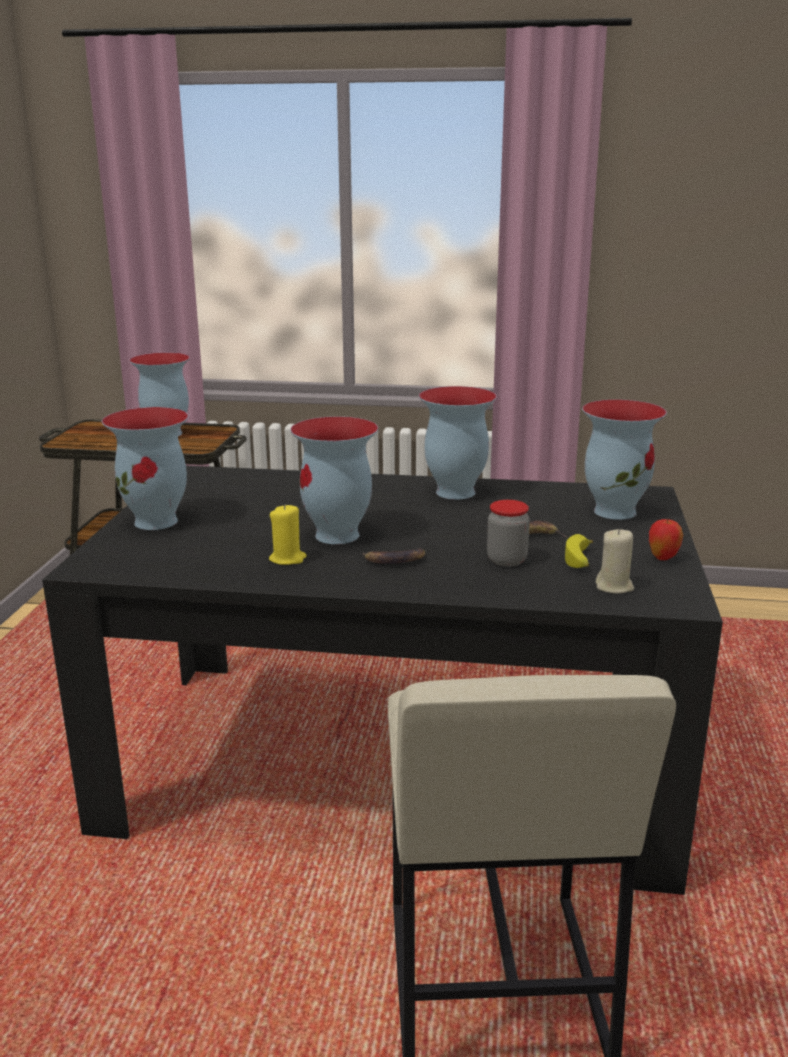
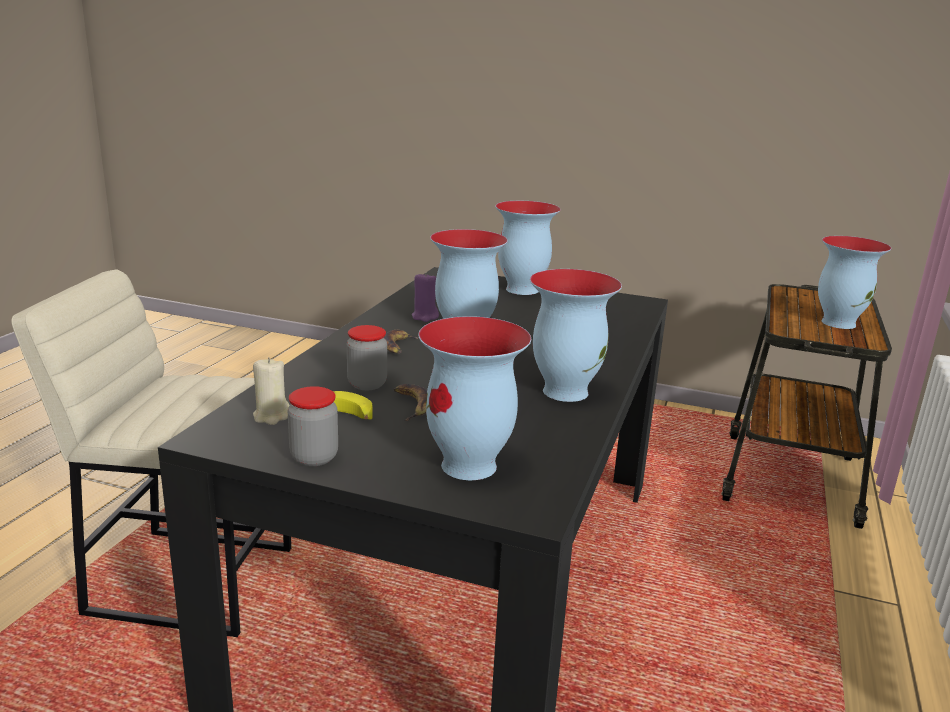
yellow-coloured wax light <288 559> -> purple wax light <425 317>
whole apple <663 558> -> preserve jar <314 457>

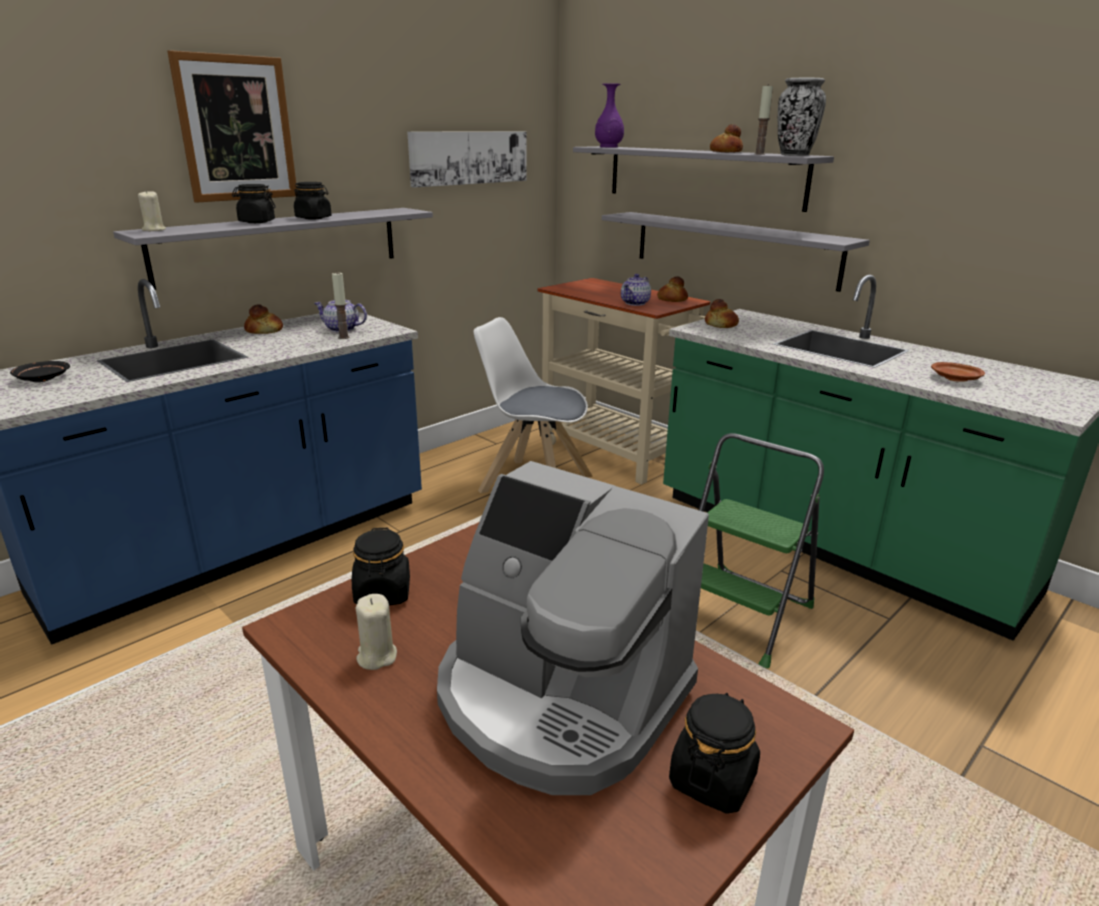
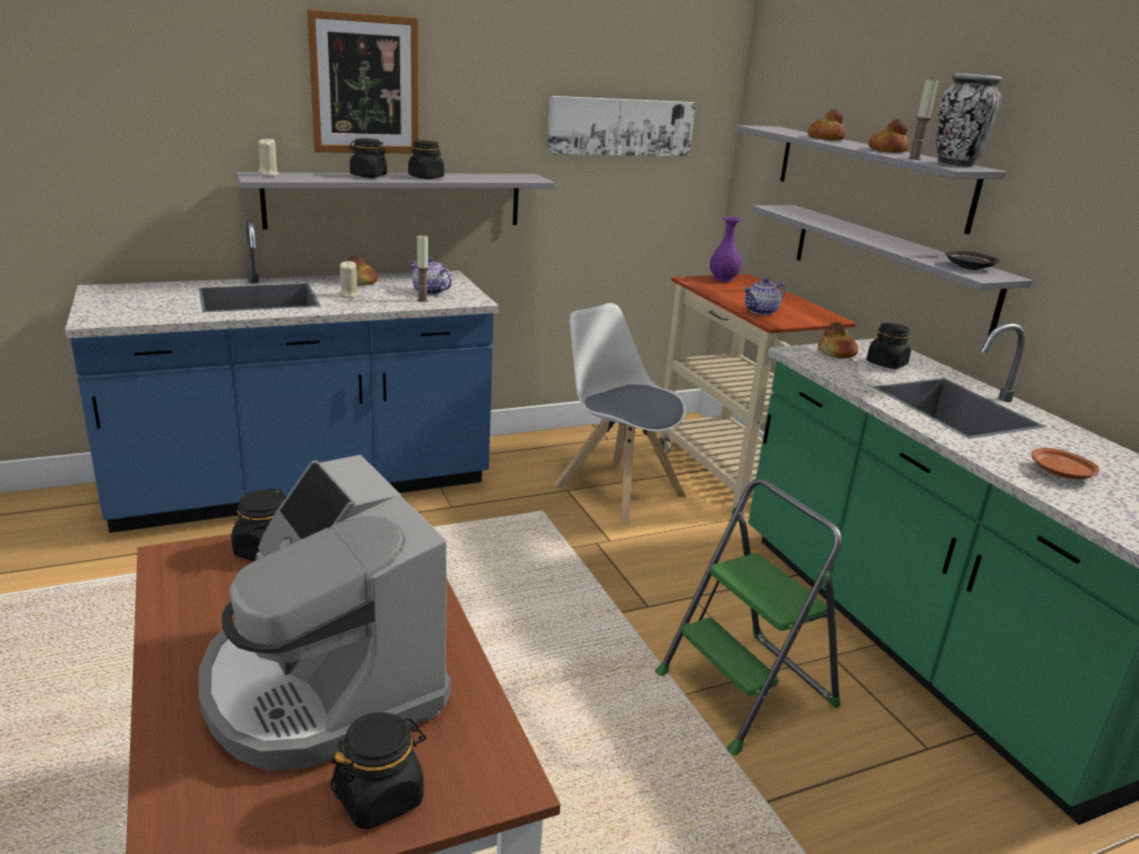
black-coloured dinner plate <42 379> -> black-coloured dinner plate <968 267>, shifted
sand-coloured wax light <376 656> -> sand-coloured wax light <348 295>, shifted
purple vase <608 147> -> purple vase <722 279>, shifted
bread <671 299> -> bread <825 138>, shifted
none -> black-coloured preserve jar <886 364>

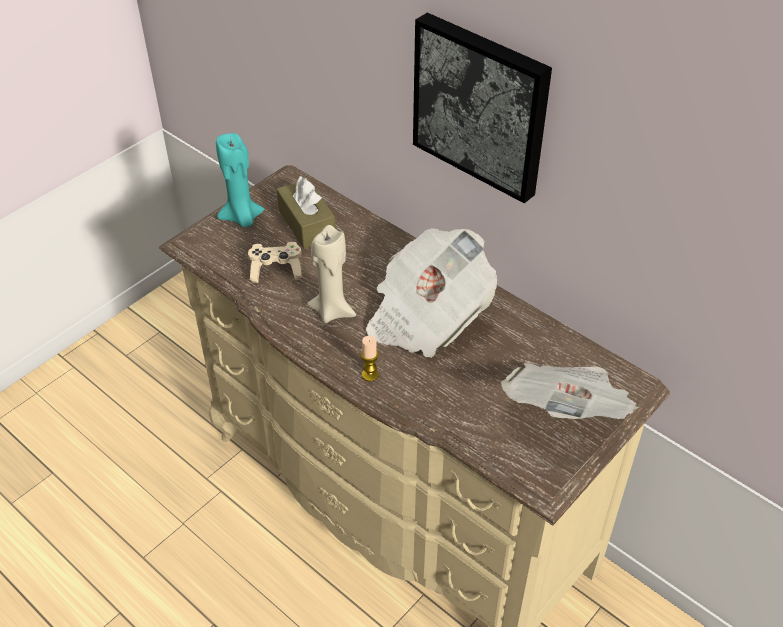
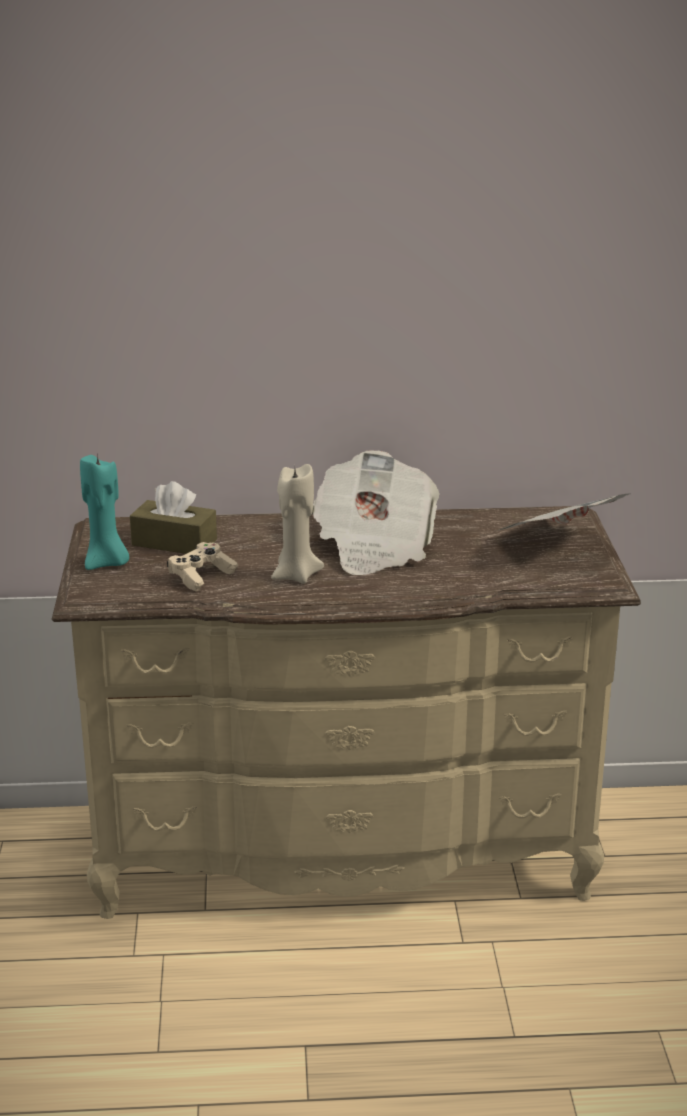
wax light <370 374> -> none
wall picture <482 105> -> none

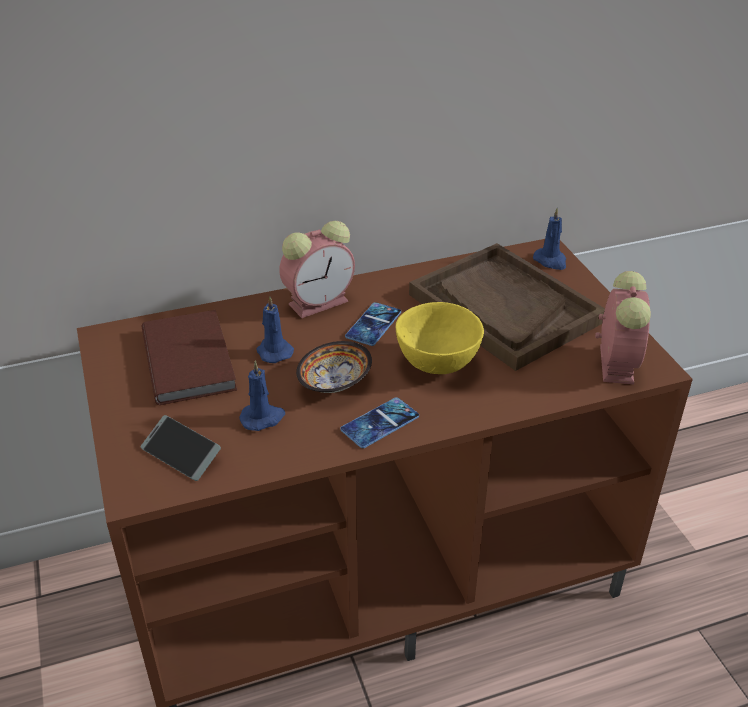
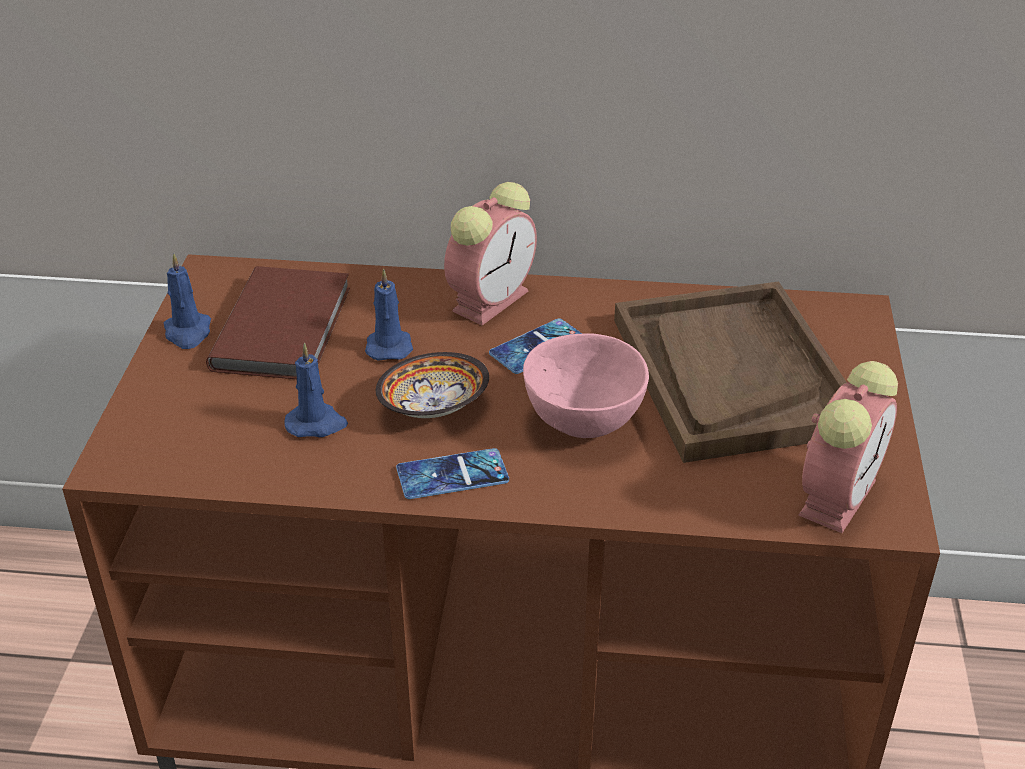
handset <181 454> -> none
bedside clock <320 301> -> bedside clock <492 299>, 45 degrees counterclockwise
yellow-coloured deep dish <438 365> -> pink deep dish <584 423>
blue wax light <550 261> -> blue wax light <188 332>, shifted

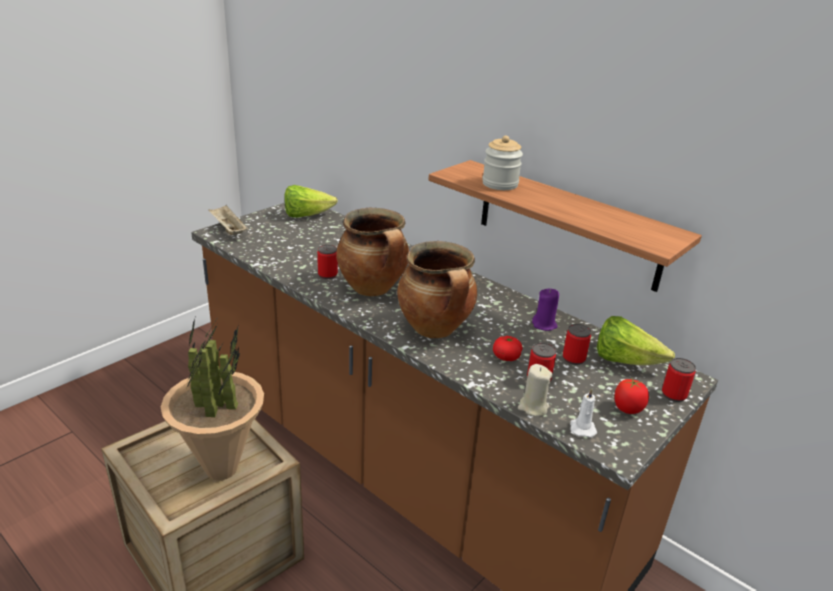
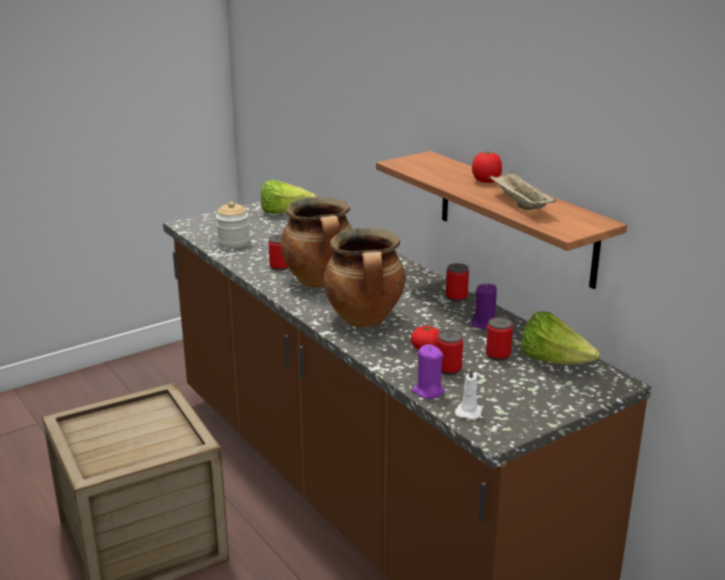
potted plant <221 469> -> none
sand-coloured serving tray <228 229> -> sand-coloured serving tray <519 204>, shifted
preserve jar <500 184> -> preserve jar <233 242>, shifted
sand-coloured wax light <533 407> -> purple wax light <428 391>
fresh tomato <628 409> -> fresh tomato <486 181>, shifted
can <673 395> -> can <456 297>, shifted

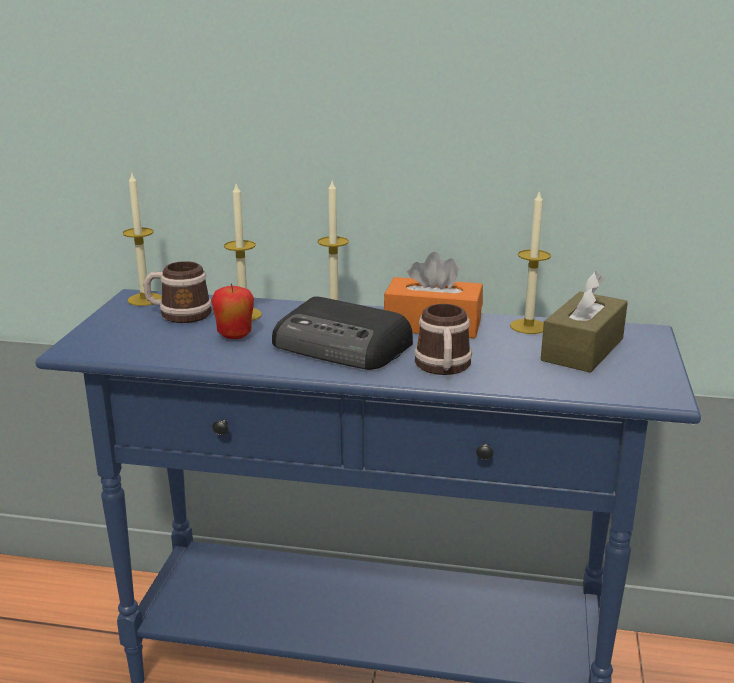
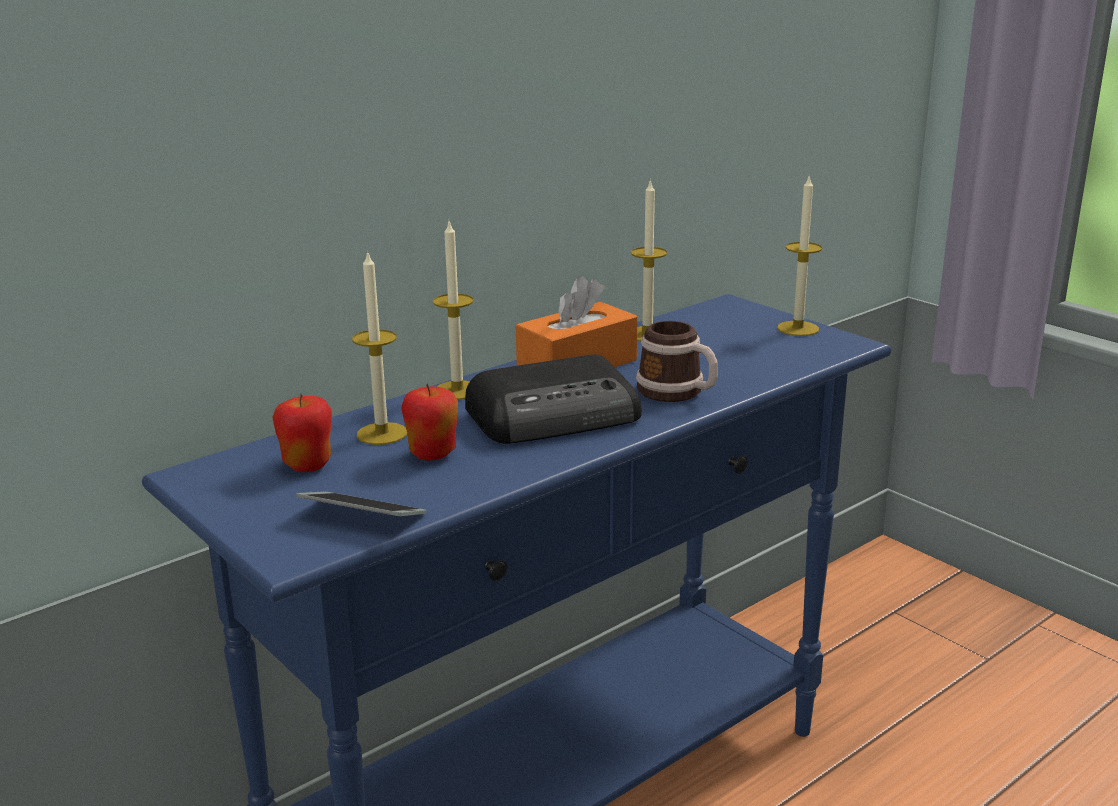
wax light <145 299> -> wax light <798 328>, shifted
tea mug <178 314> -> whole apple <307 465>
brown-coloured tissue holder <582 349> -> none
none -> handset <362 516>

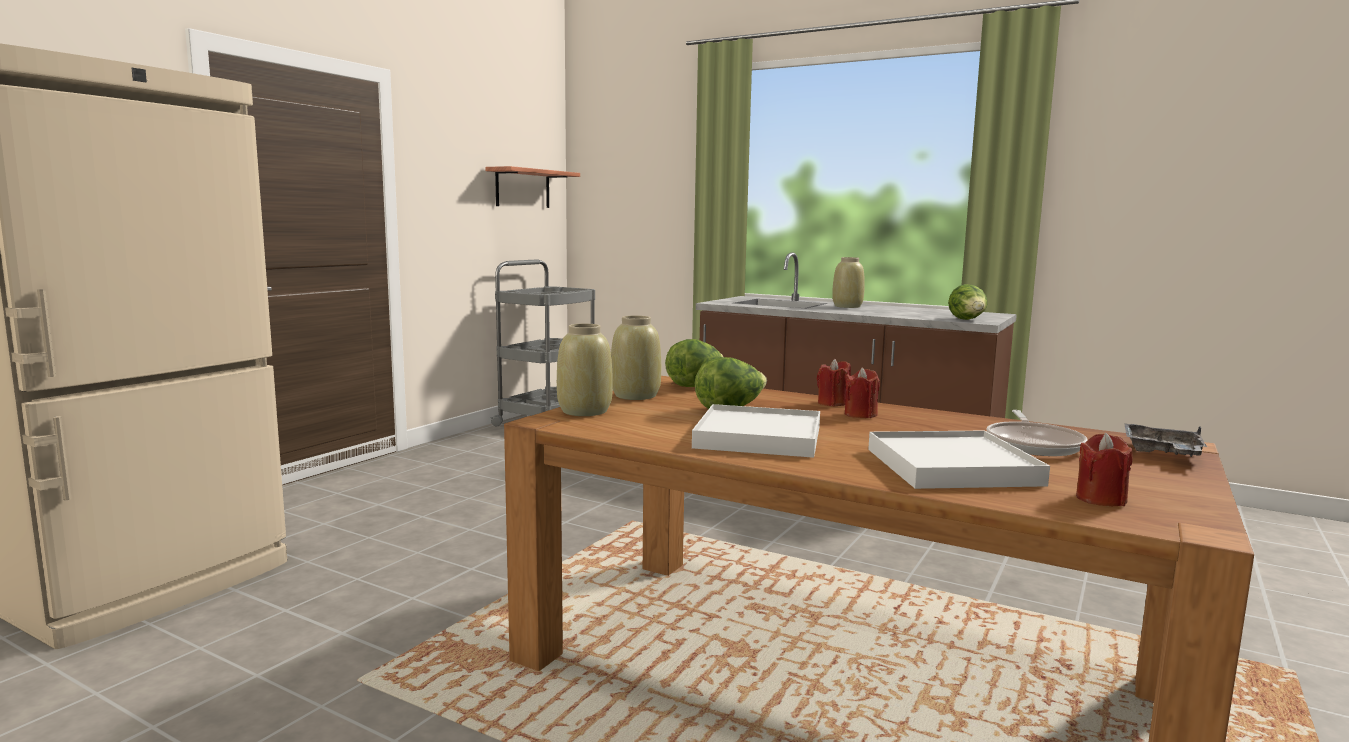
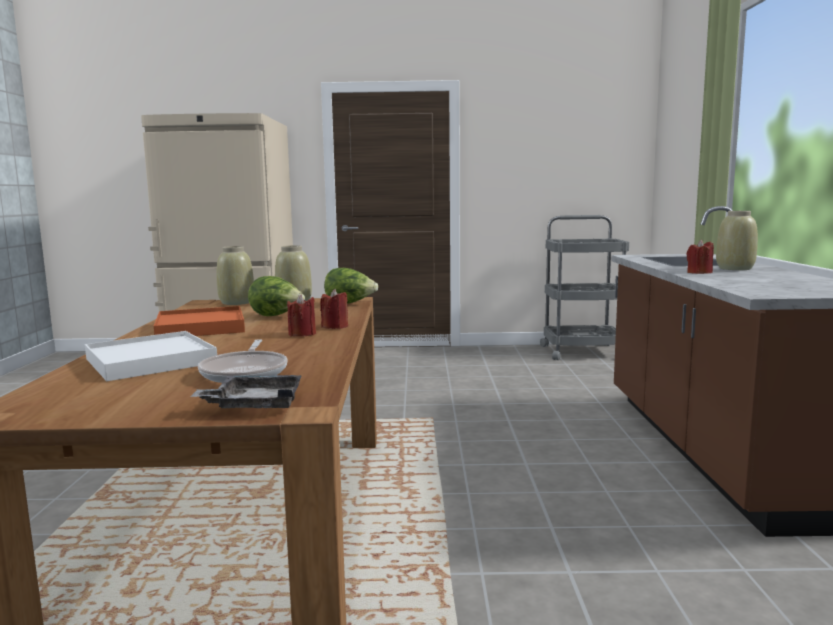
bracket shelf <523 188> -> none
white-coloured serving tray <758 437> -> orange serving tray <200 327>
head of lettuce <967 320> -> none
skillet <1033 445> -> skillet <246 372>, 75 degrees counterclockwise
red-coloured wax light <1100 499> -> red-coloured wax light <699 273>, shifted

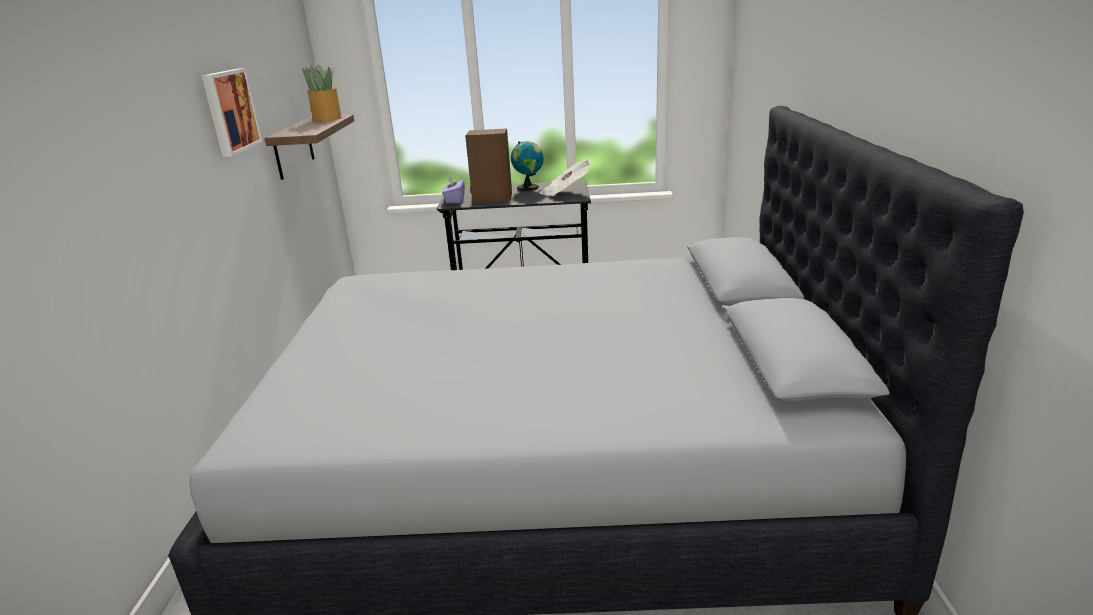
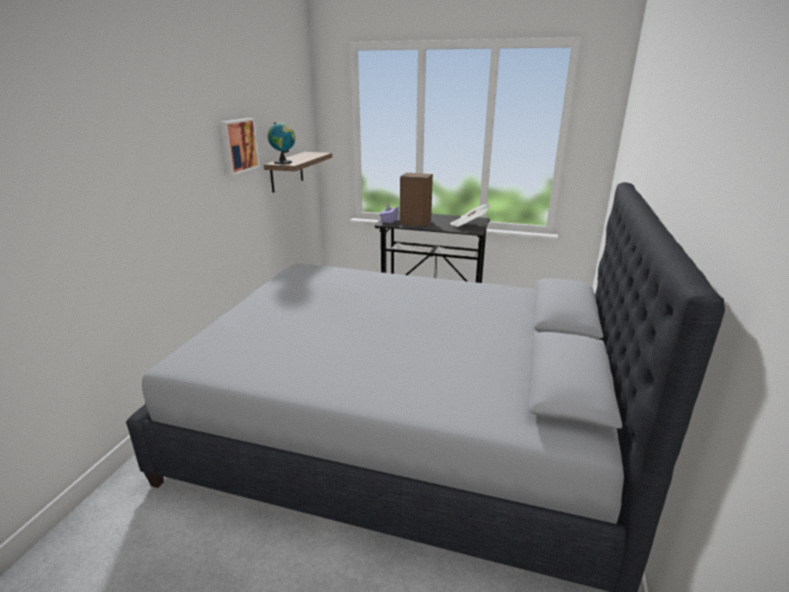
potted plant <327 119> -> none
desk globe <529 187> -> desk globe <284 162>, shifted

